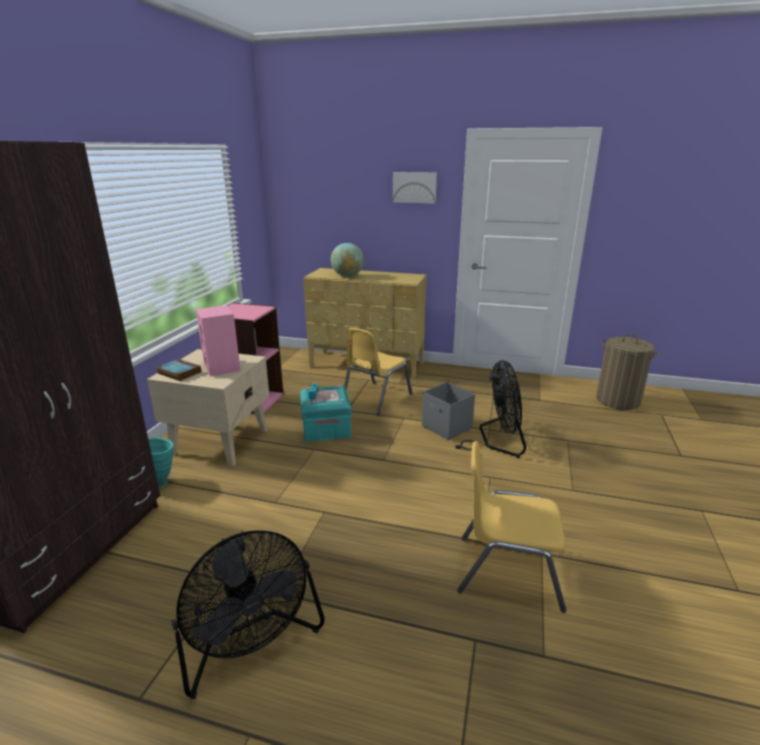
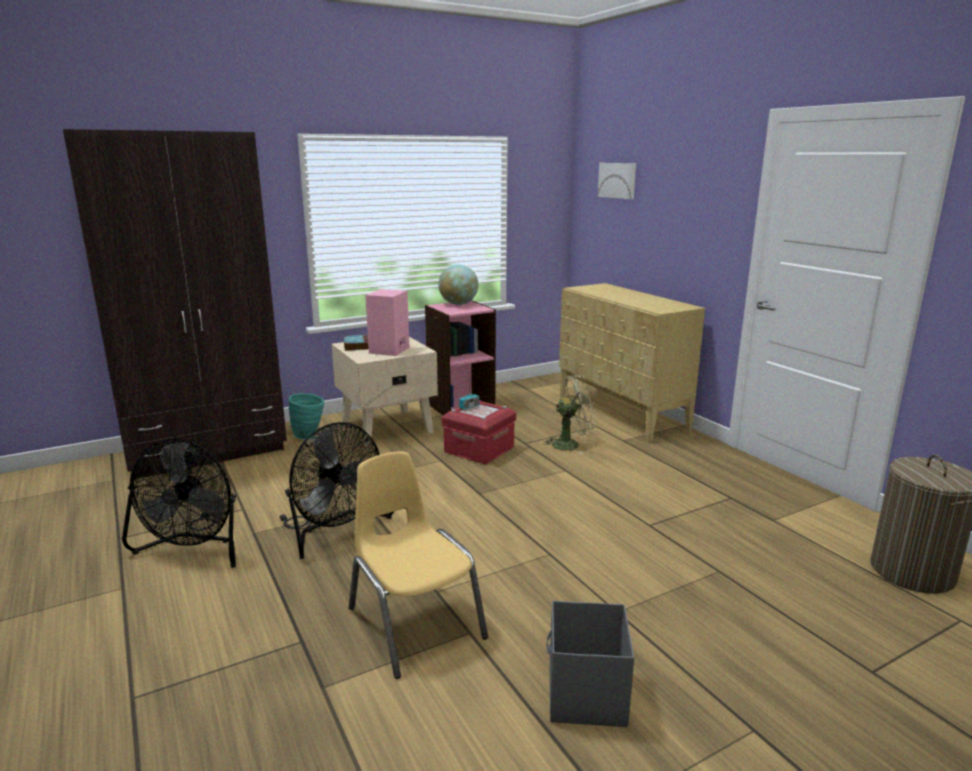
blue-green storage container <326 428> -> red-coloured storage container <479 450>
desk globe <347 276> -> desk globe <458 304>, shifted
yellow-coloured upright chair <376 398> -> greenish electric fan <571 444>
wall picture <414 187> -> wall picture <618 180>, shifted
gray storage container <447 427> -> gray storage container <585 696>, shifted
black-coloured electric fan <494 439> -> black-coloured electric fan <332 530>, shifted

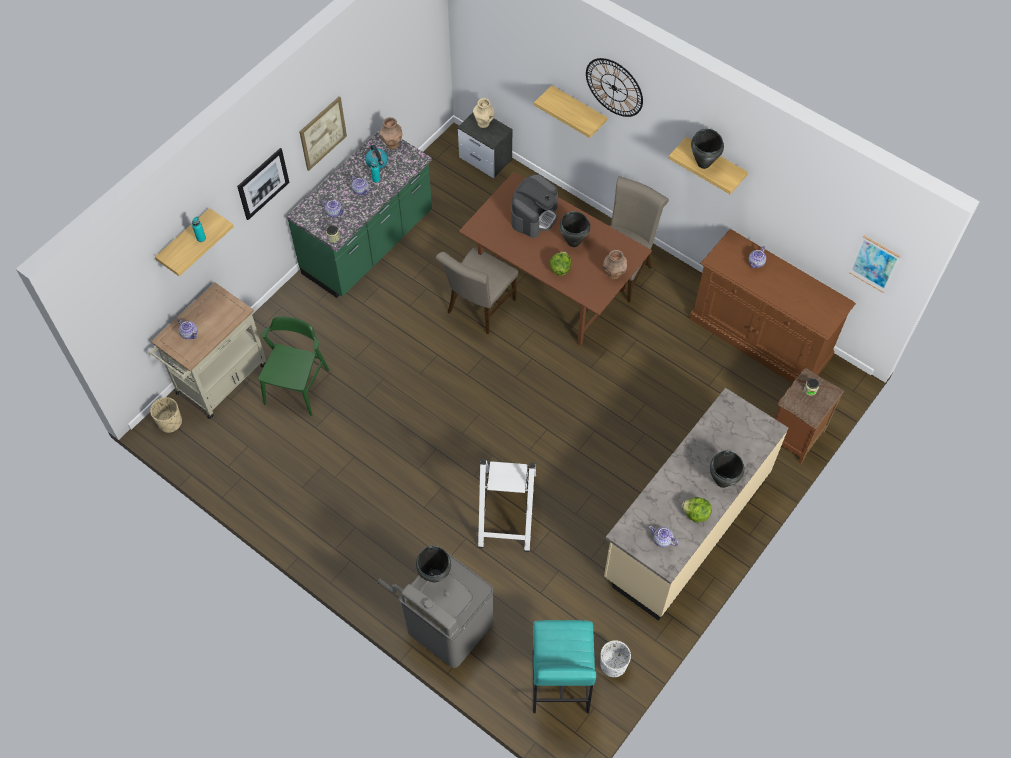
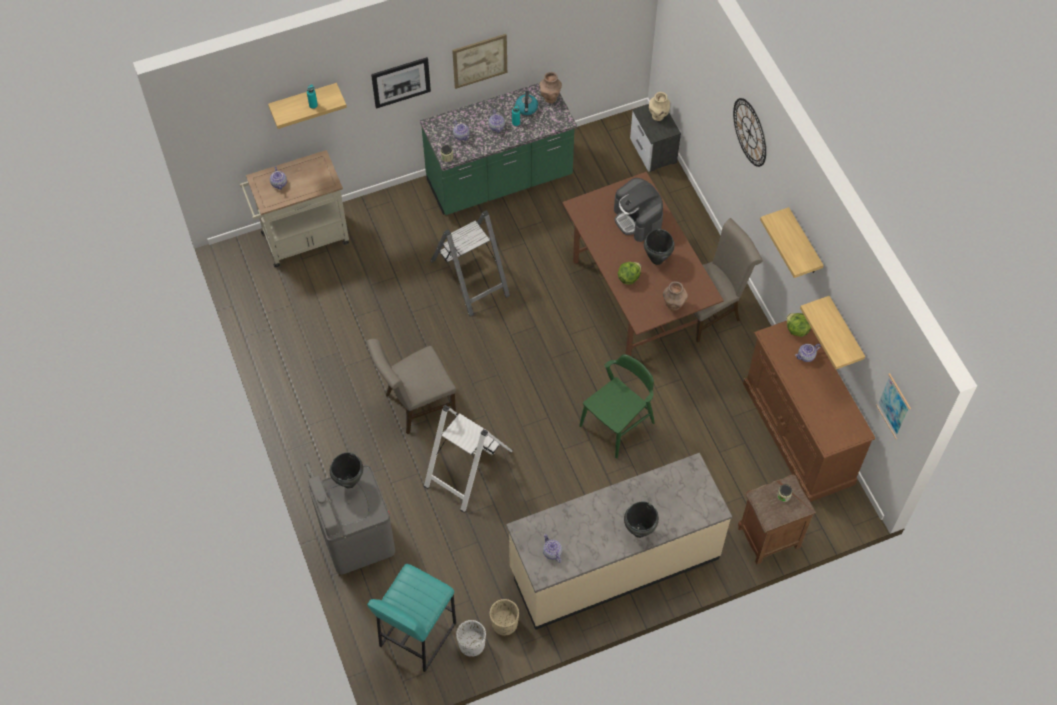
sand-coloured flower pot <170 422> -> sand-coloured flower pot <504 623>, shifted
greenish upright chair <297 387> -> greenish upright chair <617 424>, shifted
sand-coloured upright chair <479 308> -> sand-coloured upright chair <416 405>, shifted
coffee machine <534 215> -> coffee machine <637 219>, 90 degrees clockwise
bracket shelf <578 110> -> bracket shelf <844 333>, shifted
head of lettuce <695 514> -> head of lettuce <796 330>, shifted
black-coloured stockpot <703 163> -> none
none -> gray step ladder <470 279>

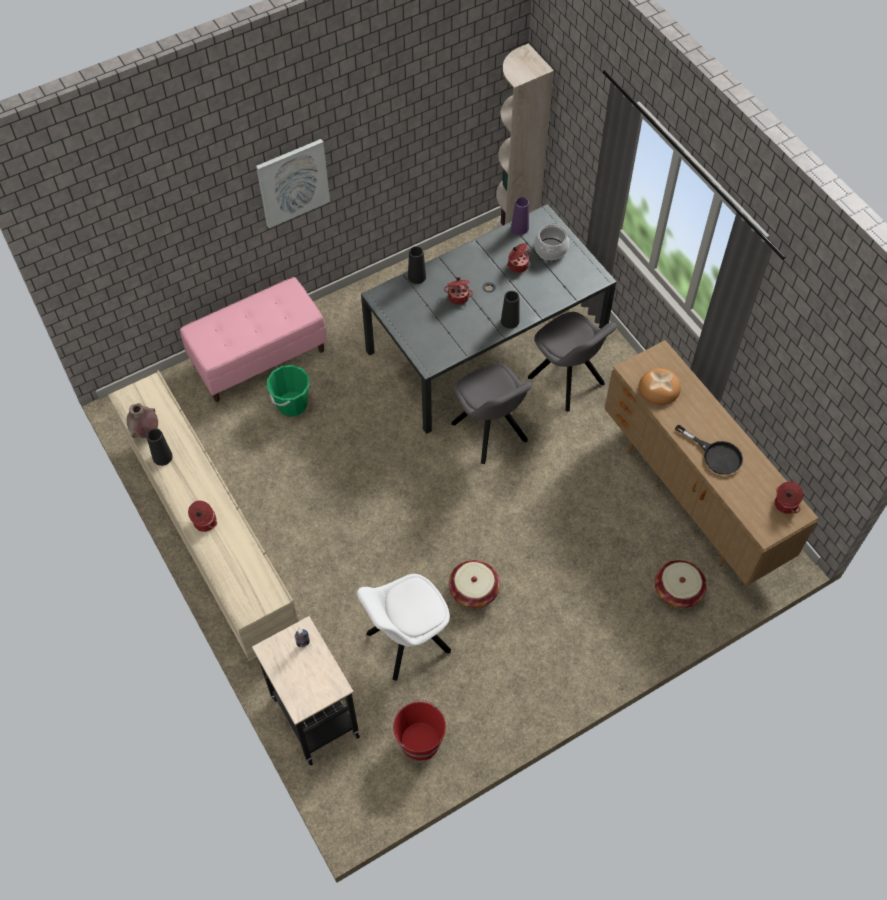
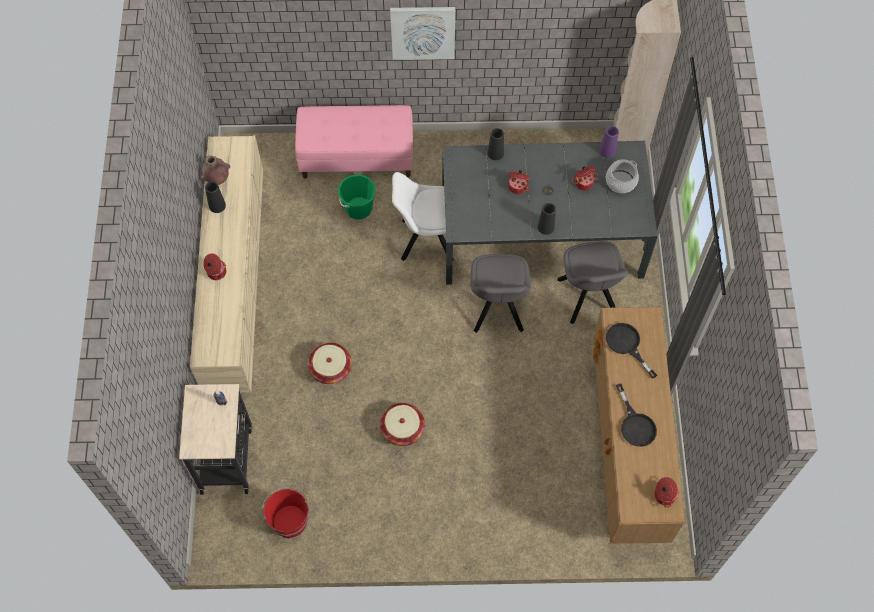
white-coloured upright chair <407 642> -> white-coloured upright chair <426 239>, shifted
bread <658 388> -> black-coloured skillet <626 345>
storage basket <678 590> -> storage basket <331 368>, shifted

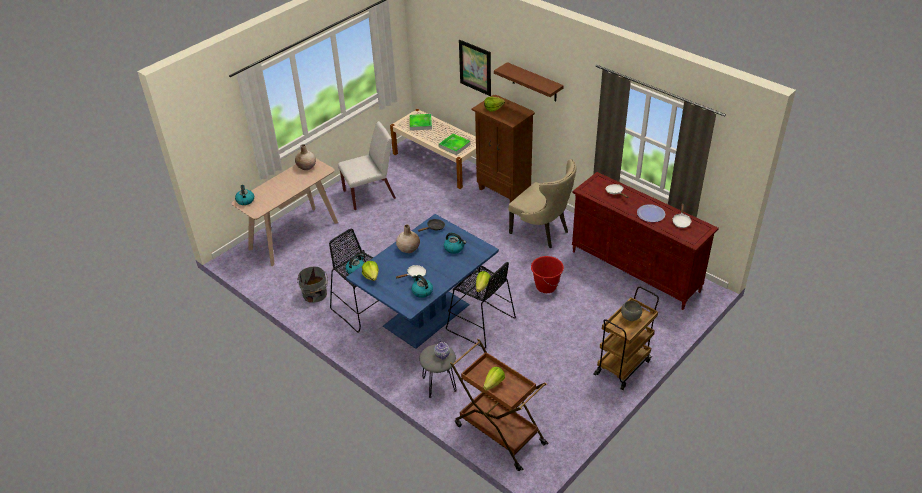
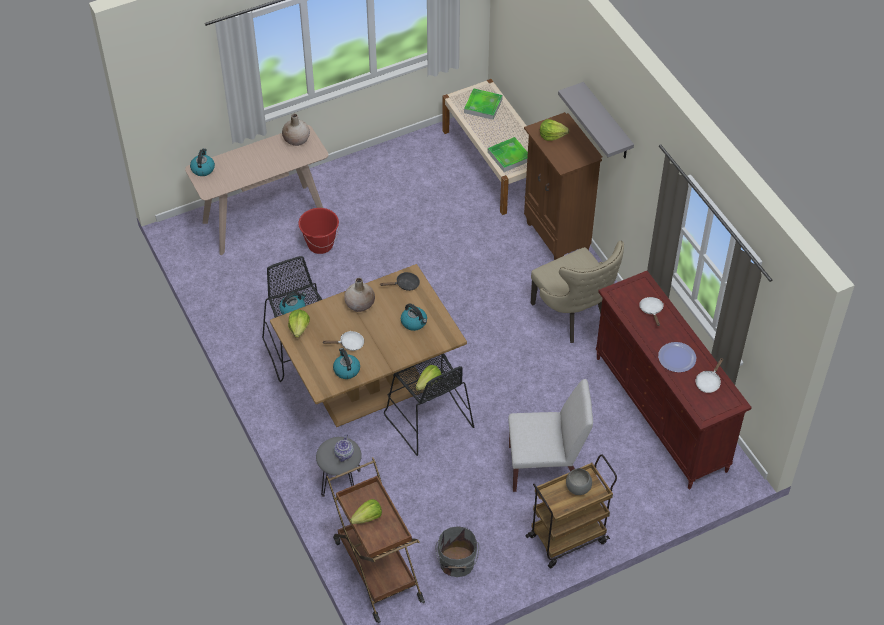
gray pail <315 295> -> gray pail <456 563>, shifted
white-coloured upright chair <370 194> -> white-coloured upright chair <546 467>, shifted
blue dining table <427 316> -> brown-coloured dining table <371 387>
wall picture <475 67> -> none
brown-coloured bracket shelf <534 82> -> gray bracket shelf <607 123>
red-coloured pail <546 286> -> red-coloured pail <320 244>, shifted

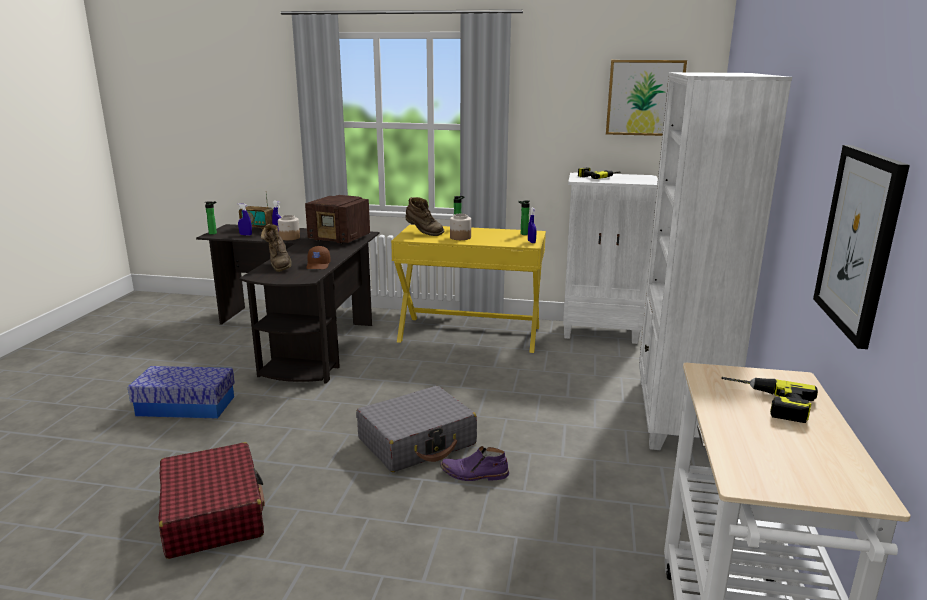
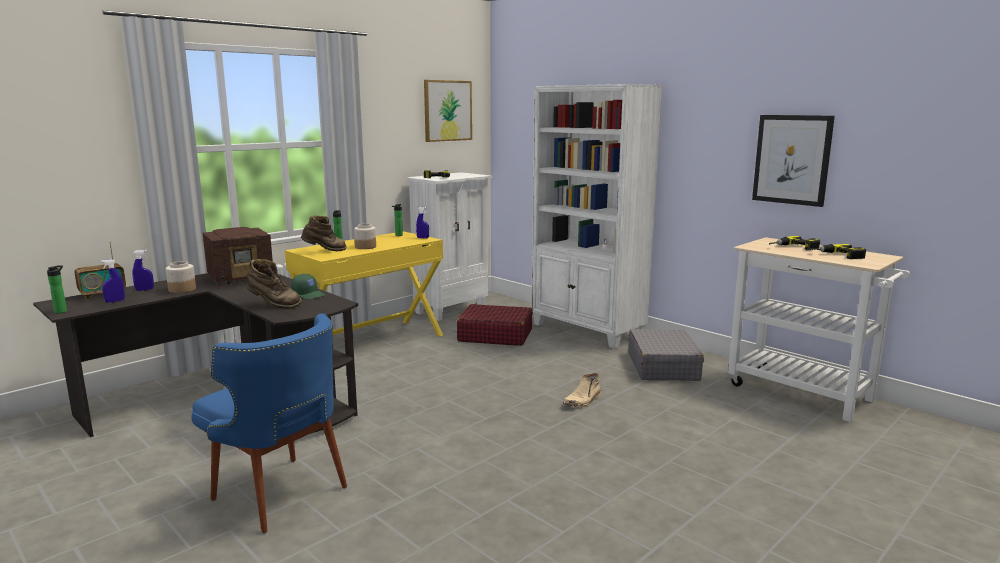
storage container <186 406> -> blue upright chair <280 493>
red-coloured piece of luggage <213 513> -> red-coloured piece of luggage <495 335>, shifted
brown-coloured peaked cap <318 265> -> greenish peaked cap <309 295>
gray piece of luggage <417 442> -> gray piece of luggage <663 366>, shifted
purple boot <474 474> -> sand-coloured boot <582 401>
none -> drill <836 256>

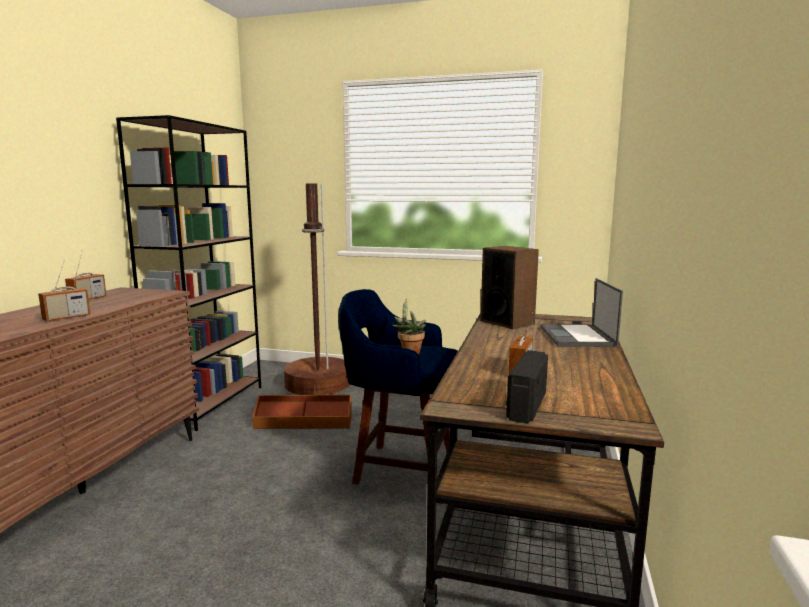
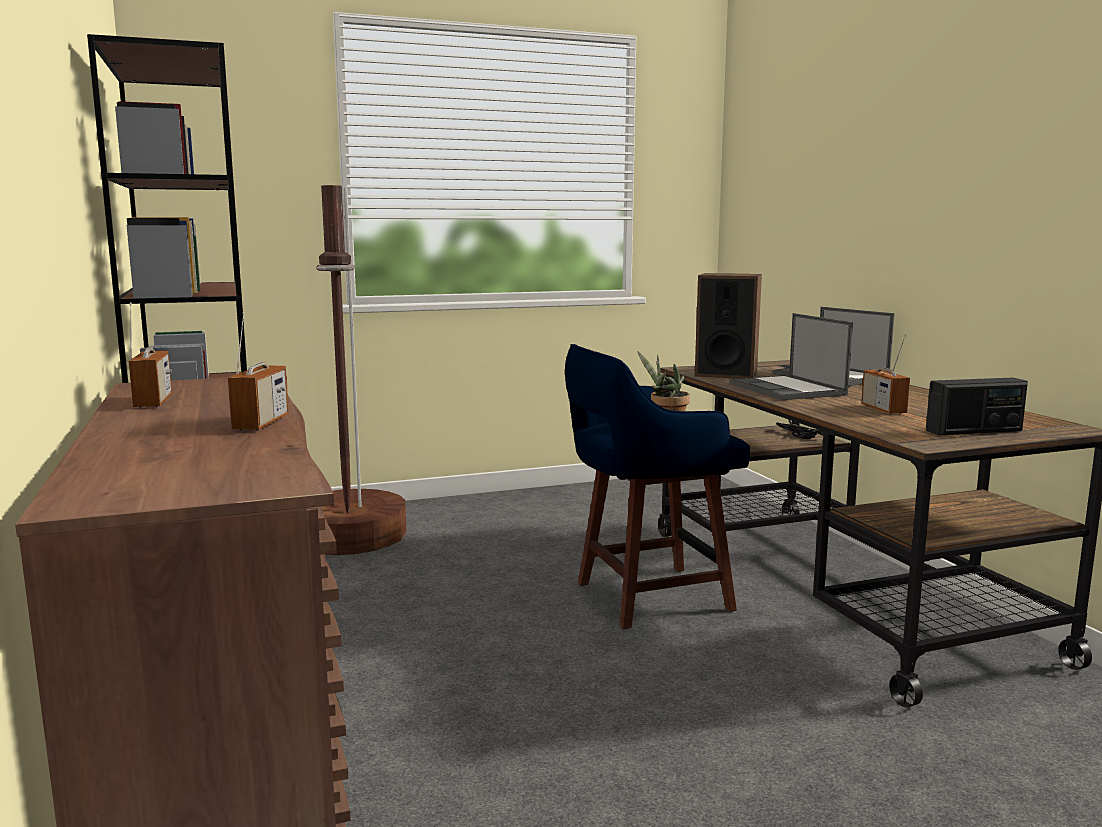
brown-coloured storage container <303 422> -> none
radio <526 405> -> radio <974 431>, 90 degrees counterclockwise
none -> laptop <788 389>

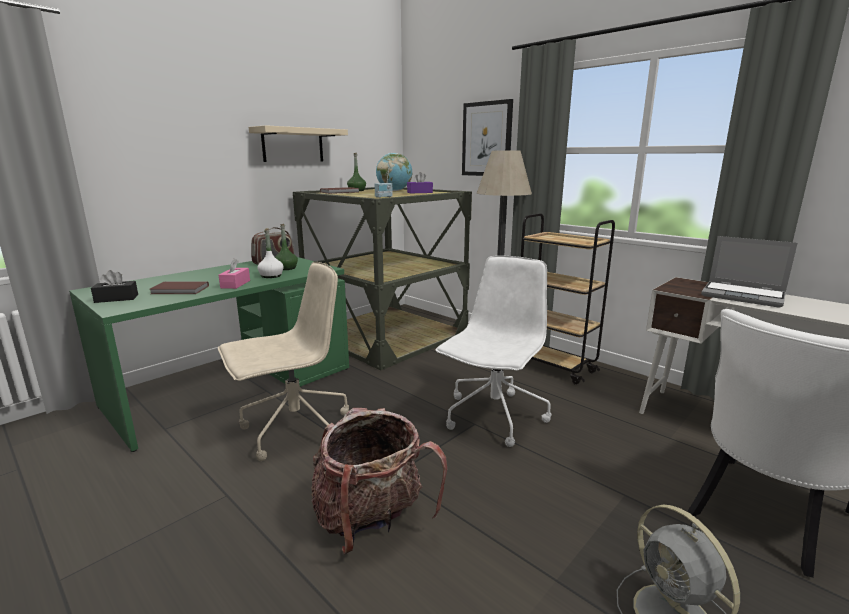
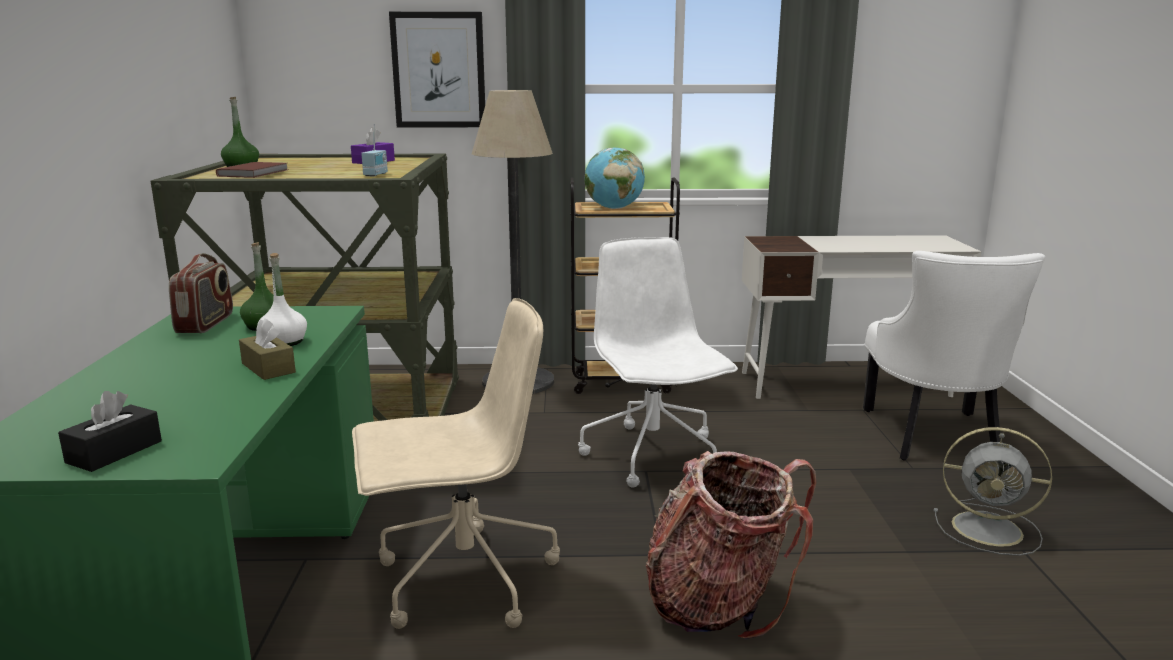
brown-coloured volume <180 290> -> none
pink tissue holder <235 284> -> brown-coloured tissue holder <268 368>
sand-coloured office chair <291 431> -> sand-coloured office chair <457 582>, 60 degrees clockwise
sand-coloured bracket shelf <293 145> -> none
desk globe <394 191> -> desk globe <614 208>, shifted
laptop <744 296> -> none

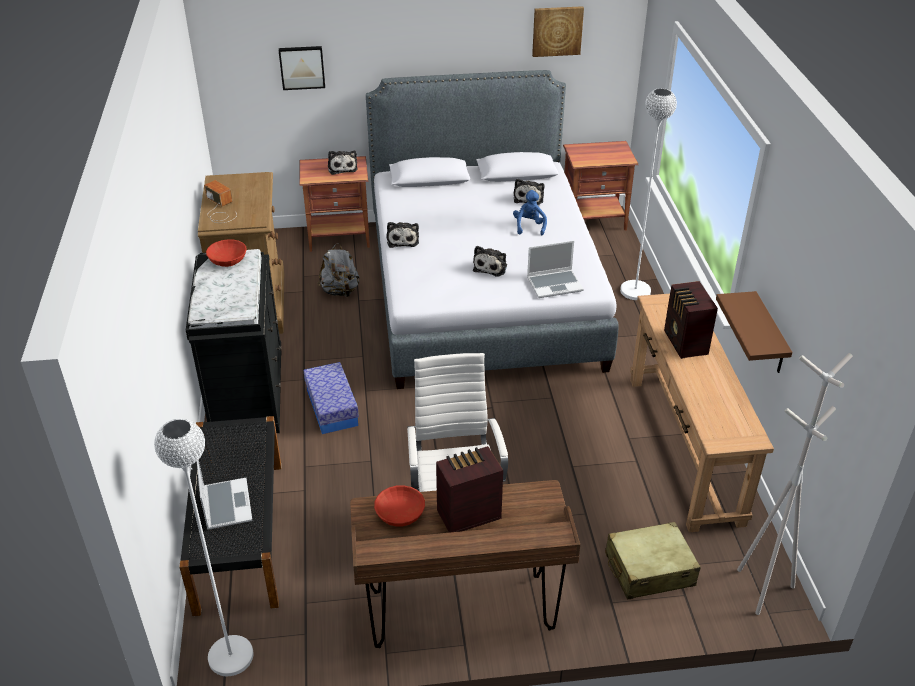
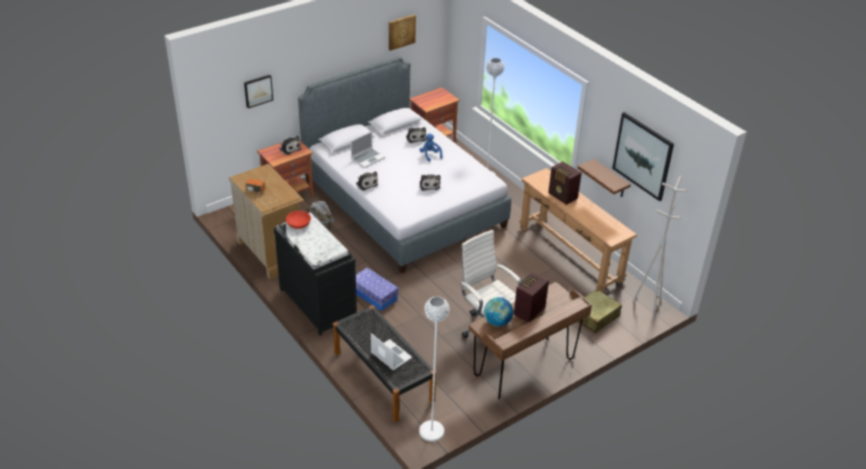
red-coloured deep dish <400 513> -> desk globe <497 322>
laptop <555 284> -> laptop <368 158>, shifted
none -> wall picture <643 156>

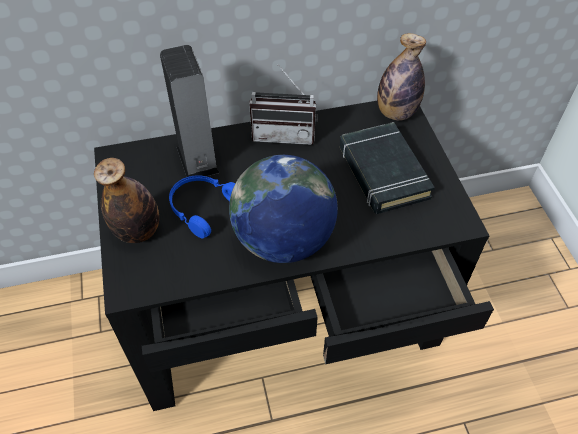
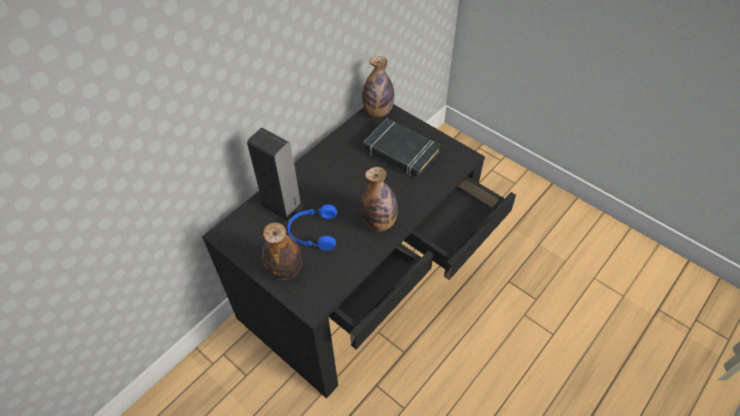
desk globe <283 240> -> drink bottle <379 222>
radio <284 133> -> none

